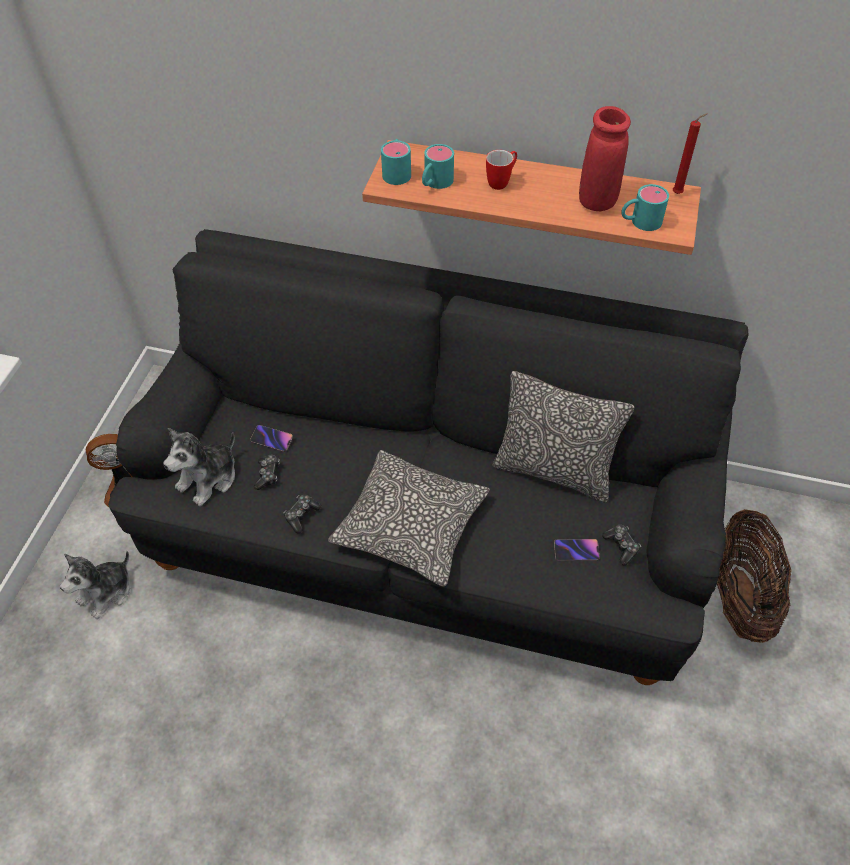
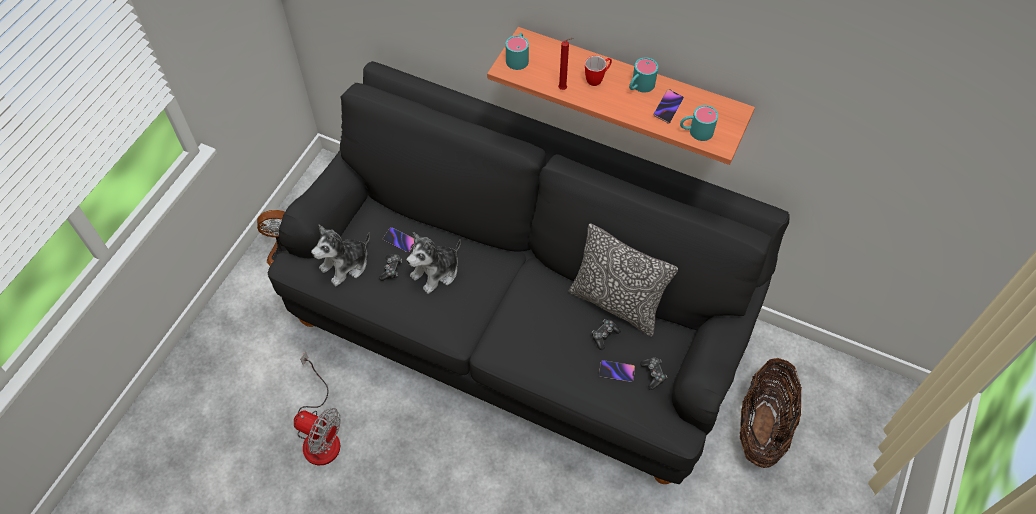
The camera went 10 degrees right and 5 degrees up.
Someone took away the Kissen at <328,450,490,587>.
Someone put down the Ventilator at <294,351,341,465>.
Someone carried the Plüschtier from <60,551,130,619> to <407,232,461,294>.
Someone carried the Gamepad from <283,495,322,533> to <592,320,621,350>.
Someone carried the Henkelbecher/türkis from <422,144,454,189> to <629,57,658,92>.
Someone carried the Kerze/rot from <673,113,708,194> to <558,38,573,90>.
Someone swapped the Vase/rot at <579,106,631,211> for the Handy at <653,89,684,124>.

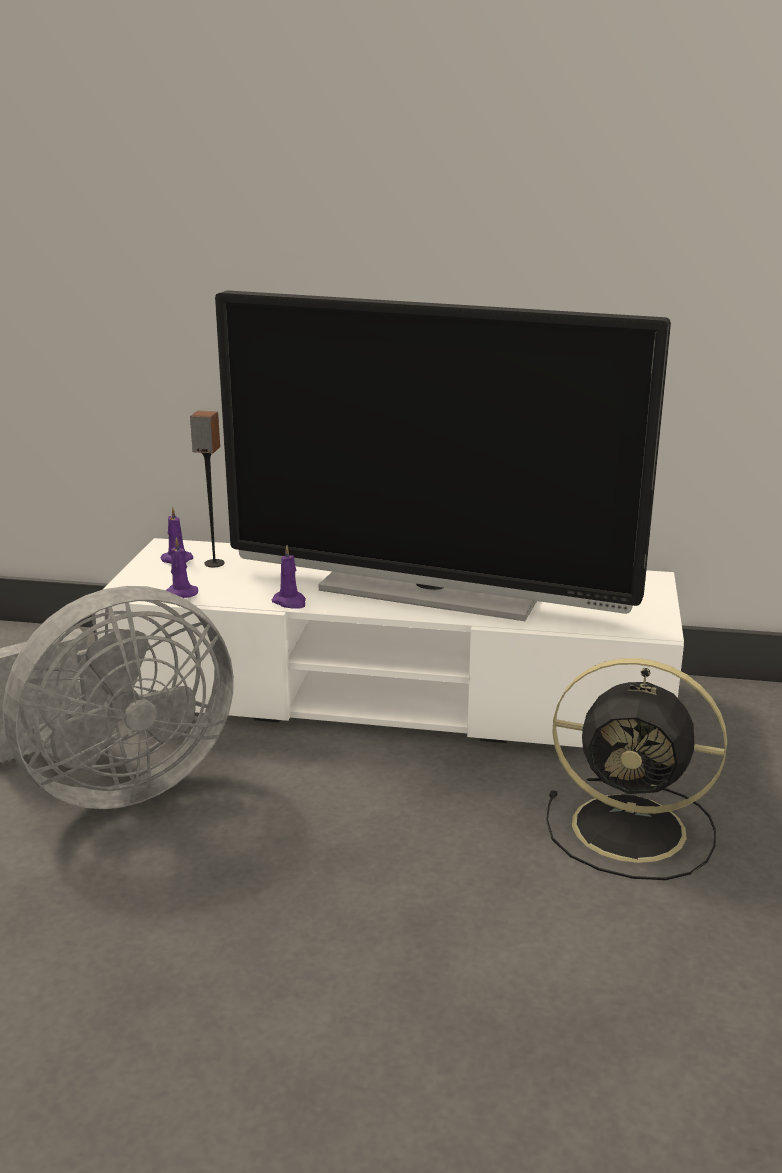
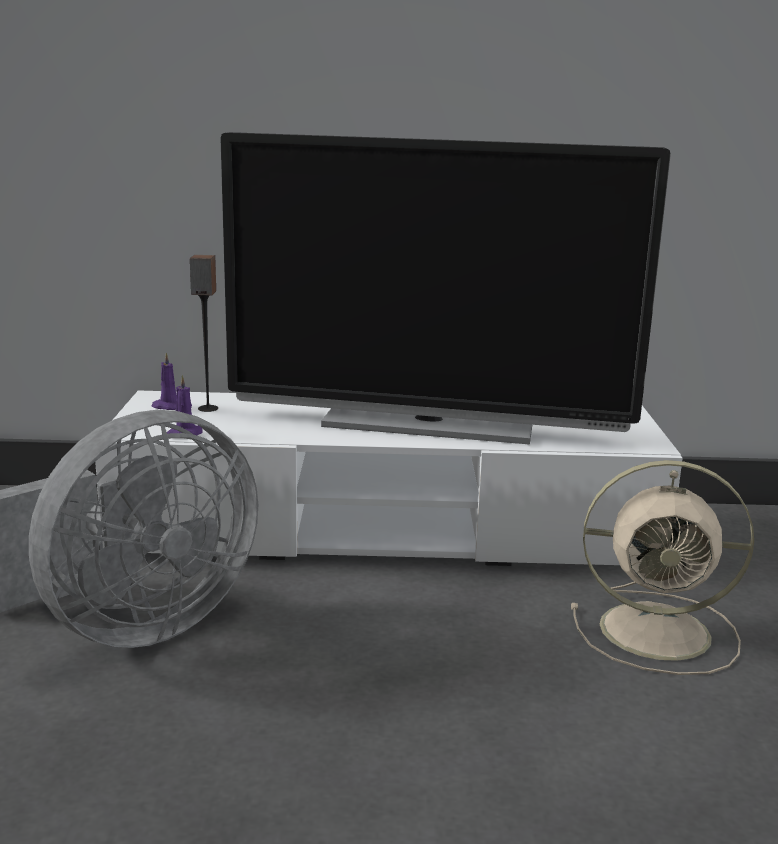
The camera went 10 degrees left and 5 degrees down.
Someone took away the Kerze/lila at <272,545,306,609>.
Someone repainted the Ventilator/schwarz at <546,658,727,880>, which became the Ventilator/beige at <571,460,754,675>.

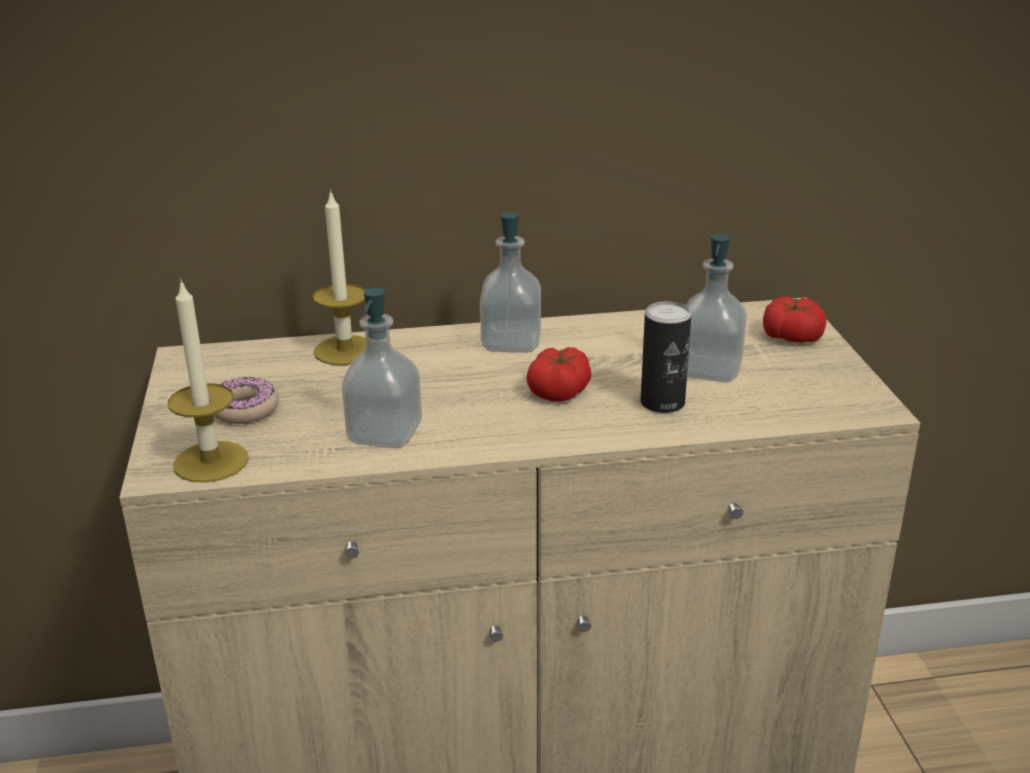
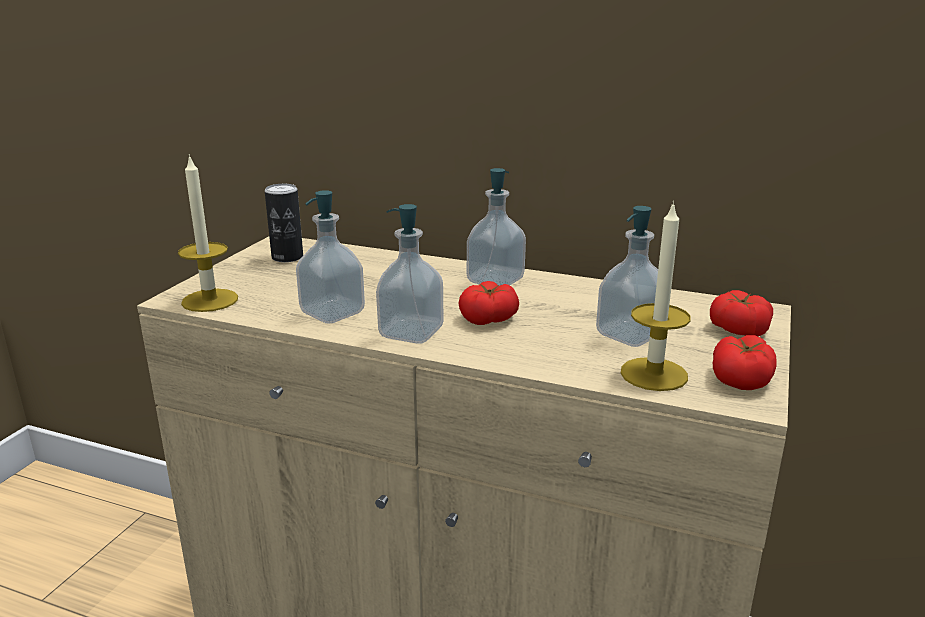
The camera went 30 degrees right and 5 degrees down.
Someone took away the Donut at <213,377,279,424>.
Someone put down the Seifenspender at <376,204,444,344>.
Someone put down the Tomate at <713,335,777,390>.
Someone carried the Kerze from <313,189,366,365> to <621,201,690,391>.
Someone carried the Dose from <640,301,691,413> to <265,184,303,262>.

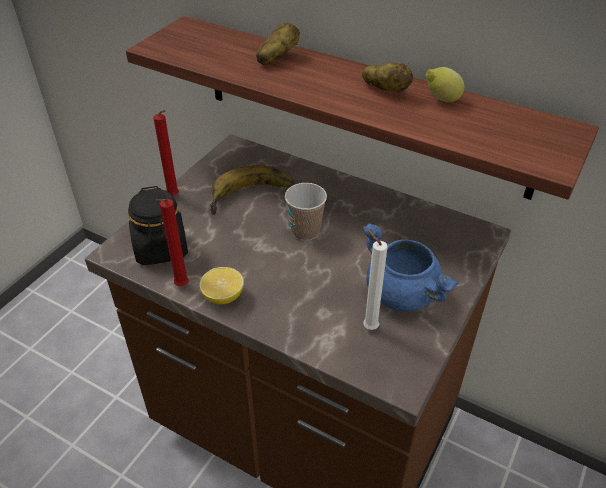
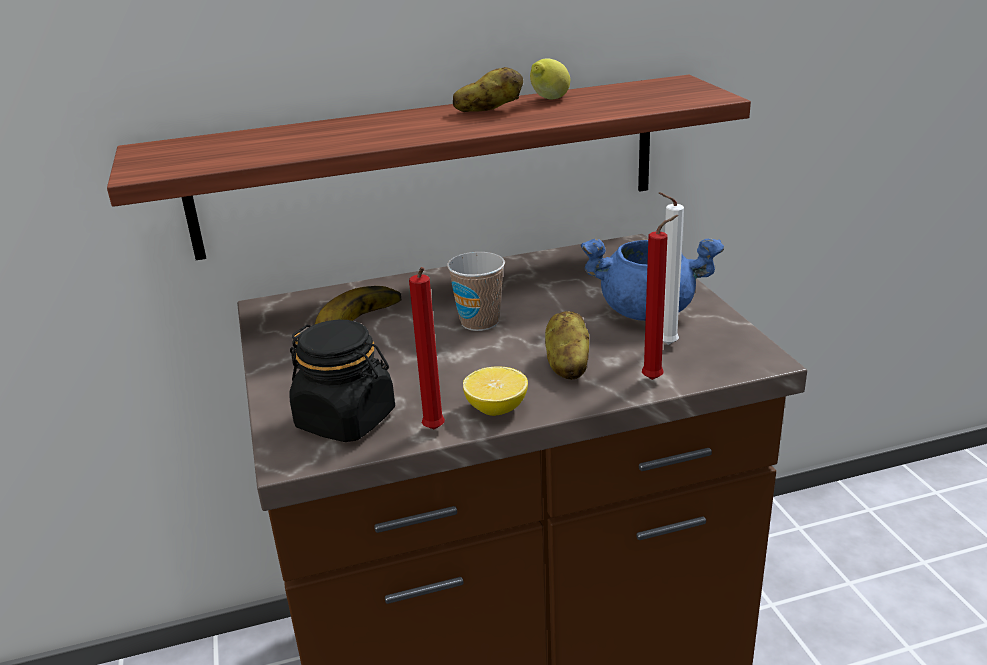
The camera went 45 degrees left and 15 degrees down.
Someone carried the Kerze/rot from <153,110,179,196> to <642,215,678,380>.
Someone carried the Kartoffel from <256,23,300,65> to <545,311,589,380>.

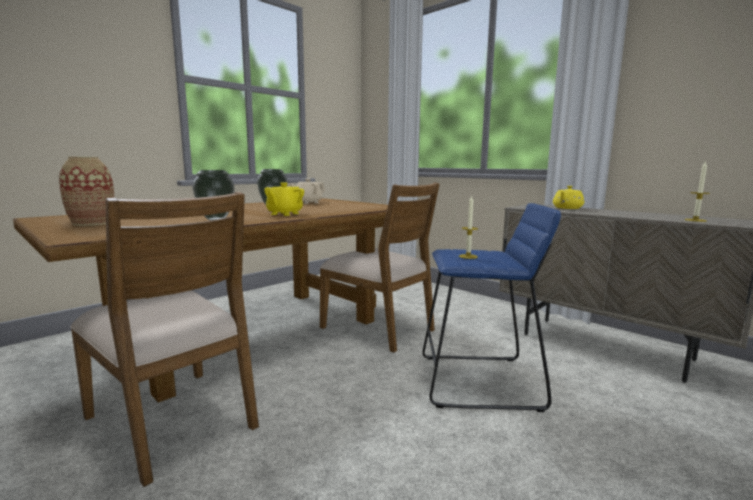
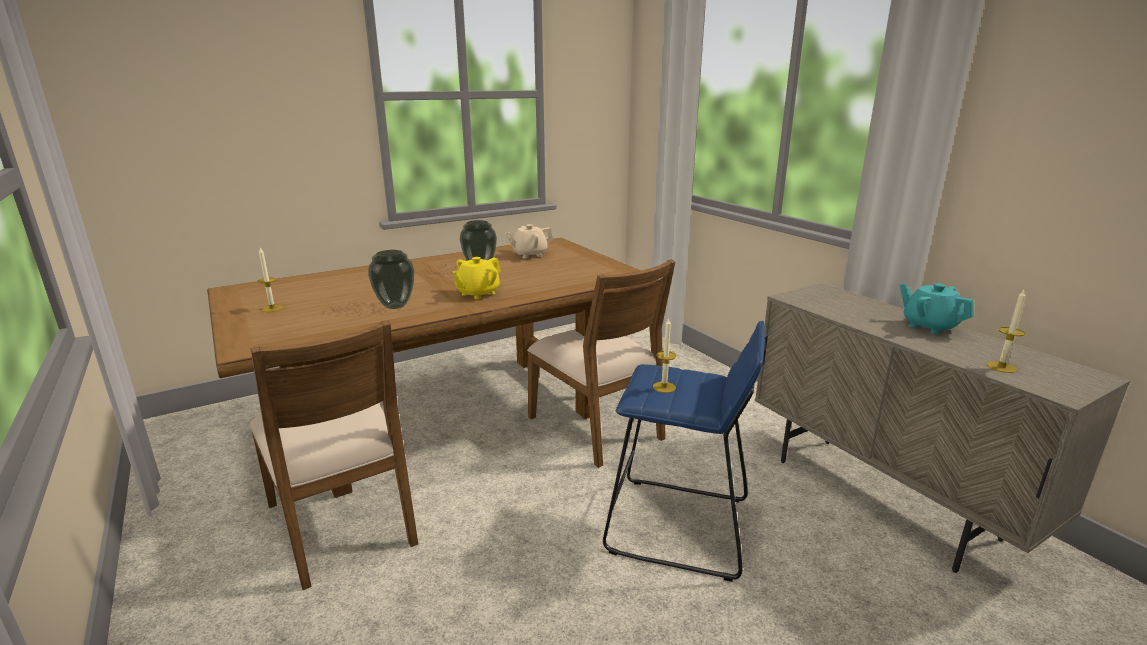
The camera went 15 degrees right and 10 degrees up.
Someone took away the Teekanne/gelb at <553,186,584,209>.
Someone put down the Teekanne/türkis at <900,283,974,335>.
Someone swapped the Vase at <59,156,114,226> for the Kerze at <257,248,283,312>.

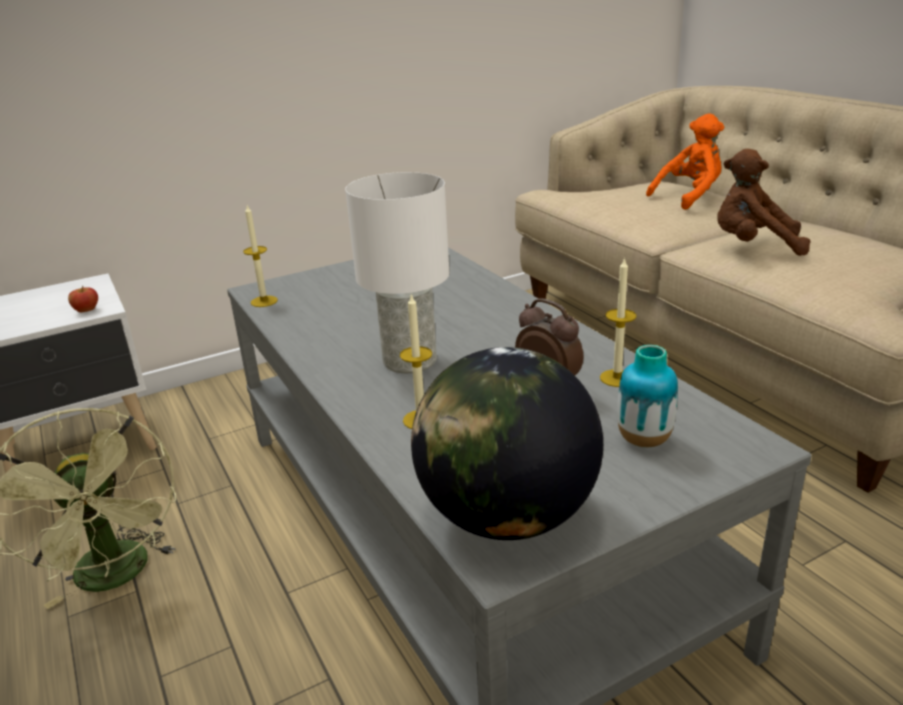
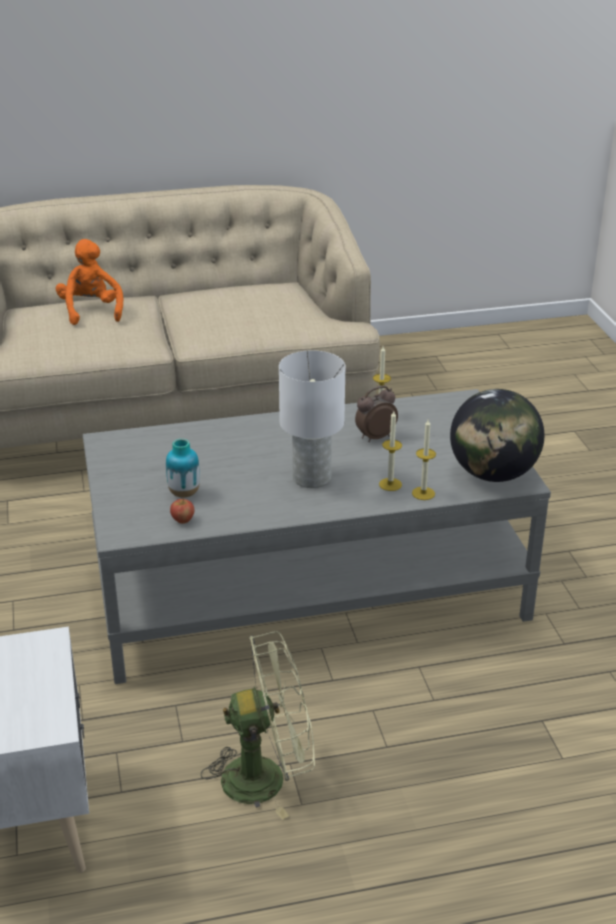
The camera went 75 degrees left and 5 degrees up.
Someone took away the Plüschtier/braun at <718,149,810,256>.
Someone carried the Apfel from <68,285,98,312> to <170,498,195,524>.
Someone carried the Kerze from <243,205,278,307> to <412,420,436,500>.
Someone carried the Vase from <617,345,678,447> to <166,439,200,498>.

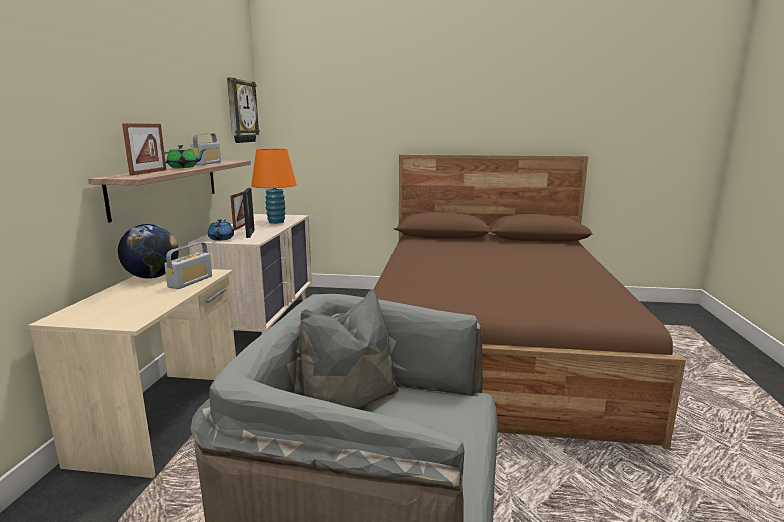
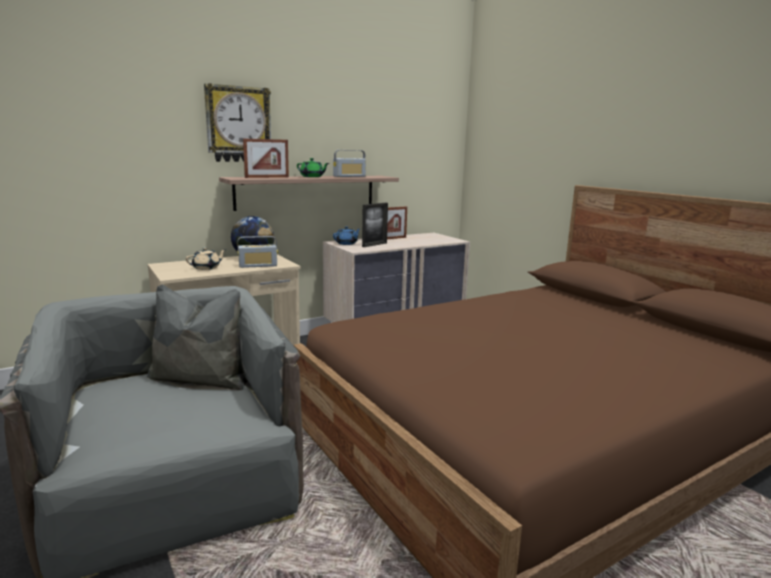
The camera went 50 degrees right and 0 degrees up.
Someone took away the Tischlampe/orange at <251,149,297,224>.
Someone put down the Teekanne/beige at <186,247,226,270>.
Someone carried the Wanduhr from <227,78,260,143> to <204,83,271,162>.

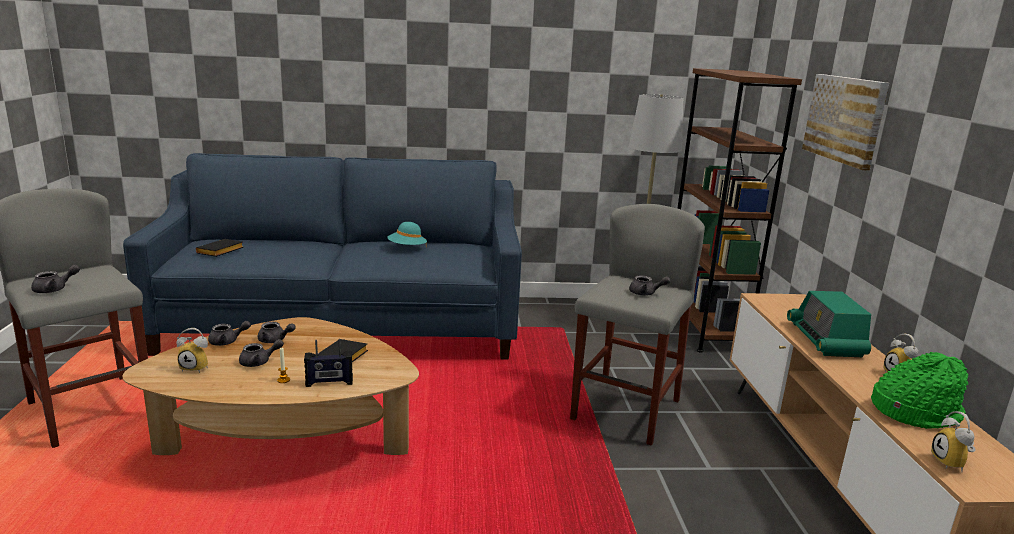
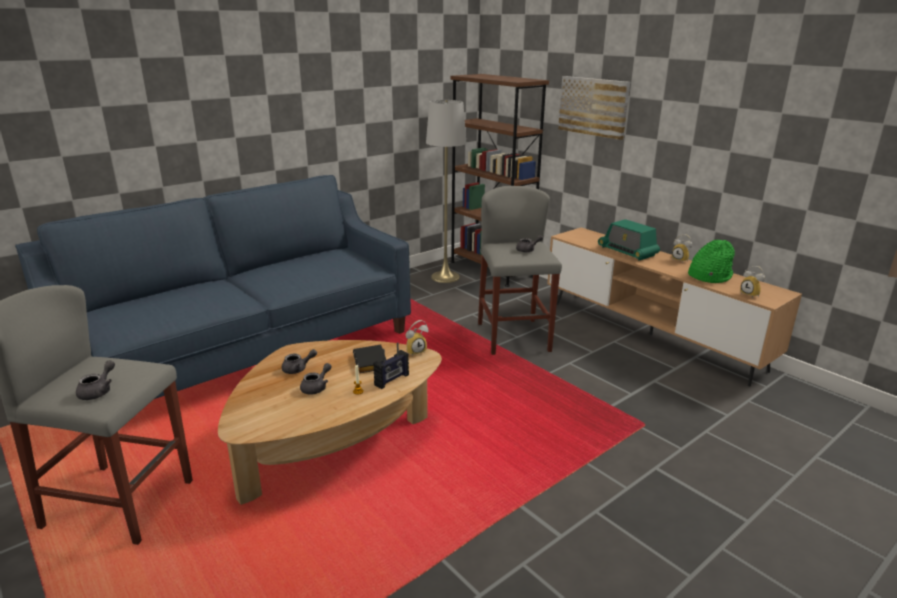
The camera went 35 degrees left and 5 degrees up.
Someone took away the Buch/schwarz at <196,239,244,257>.
Someone took away the Teekanne/grau at <208,321,251,346>.
Someone took away the Hut/türkis at <387,222,427,247>.
Someone carried the Wecker from <176,328,208,373> to <406,320,428,356>.

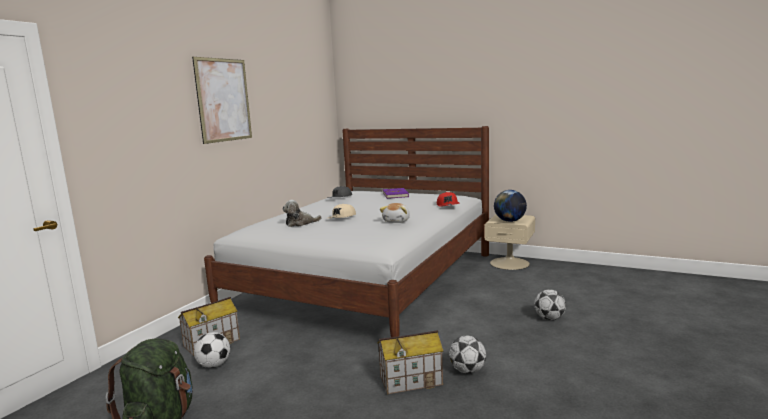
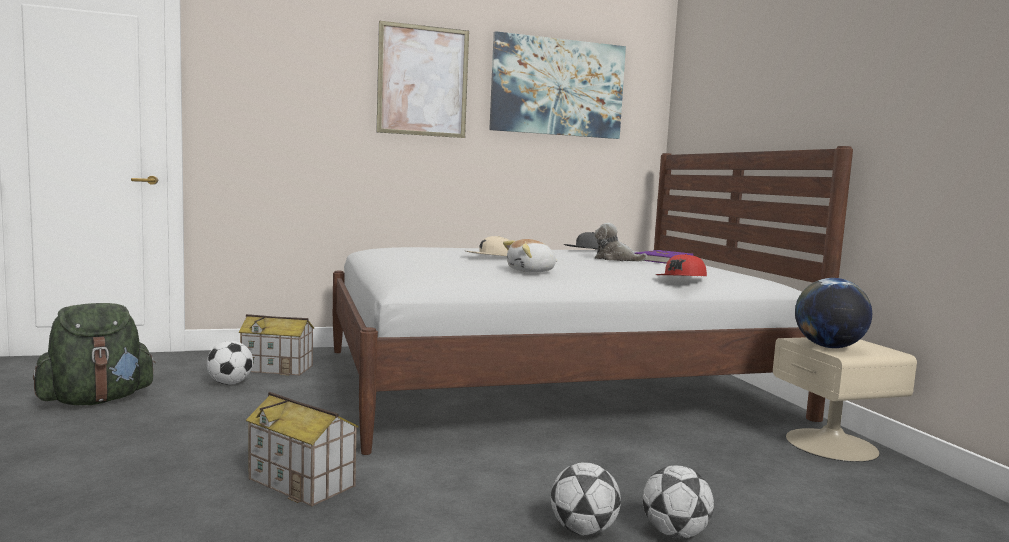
The camera went 45 degrees right and 5 degrees down.
Someone put up the Bild at <489,31,626,139>.
Someone carried the Plüschtier from <282,200,322,227> to <594,223,647,261>.
Someone carried the Fußball from <449,336,486,374> to <551,462,621,536>.

